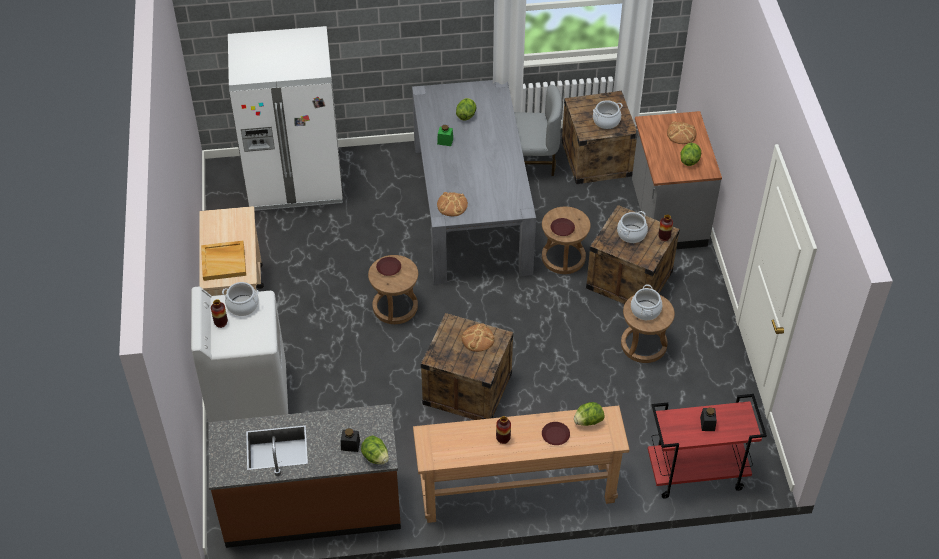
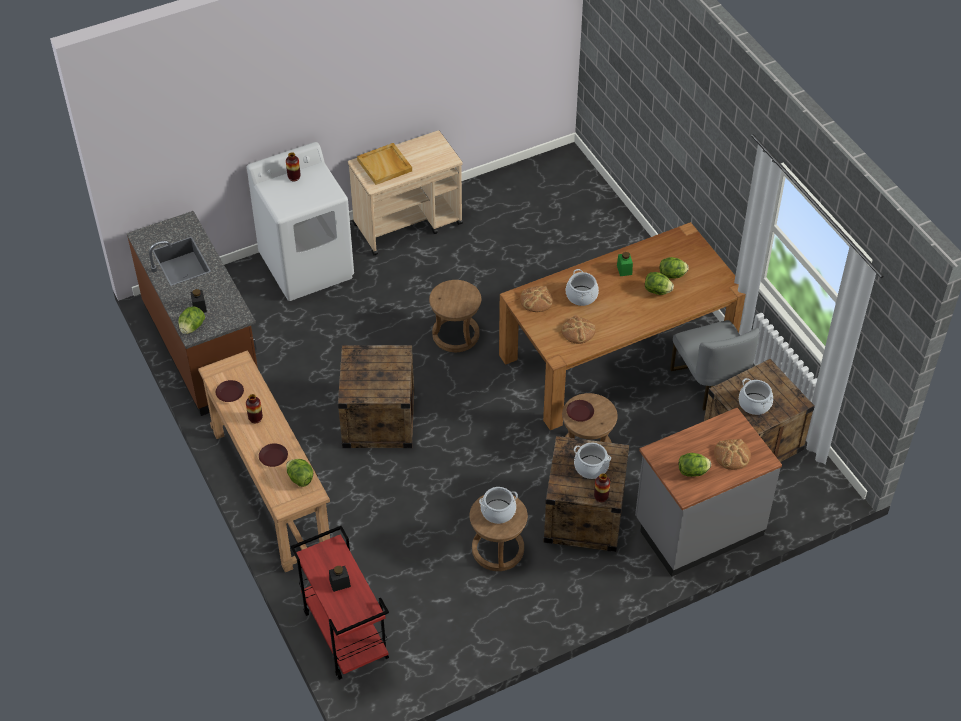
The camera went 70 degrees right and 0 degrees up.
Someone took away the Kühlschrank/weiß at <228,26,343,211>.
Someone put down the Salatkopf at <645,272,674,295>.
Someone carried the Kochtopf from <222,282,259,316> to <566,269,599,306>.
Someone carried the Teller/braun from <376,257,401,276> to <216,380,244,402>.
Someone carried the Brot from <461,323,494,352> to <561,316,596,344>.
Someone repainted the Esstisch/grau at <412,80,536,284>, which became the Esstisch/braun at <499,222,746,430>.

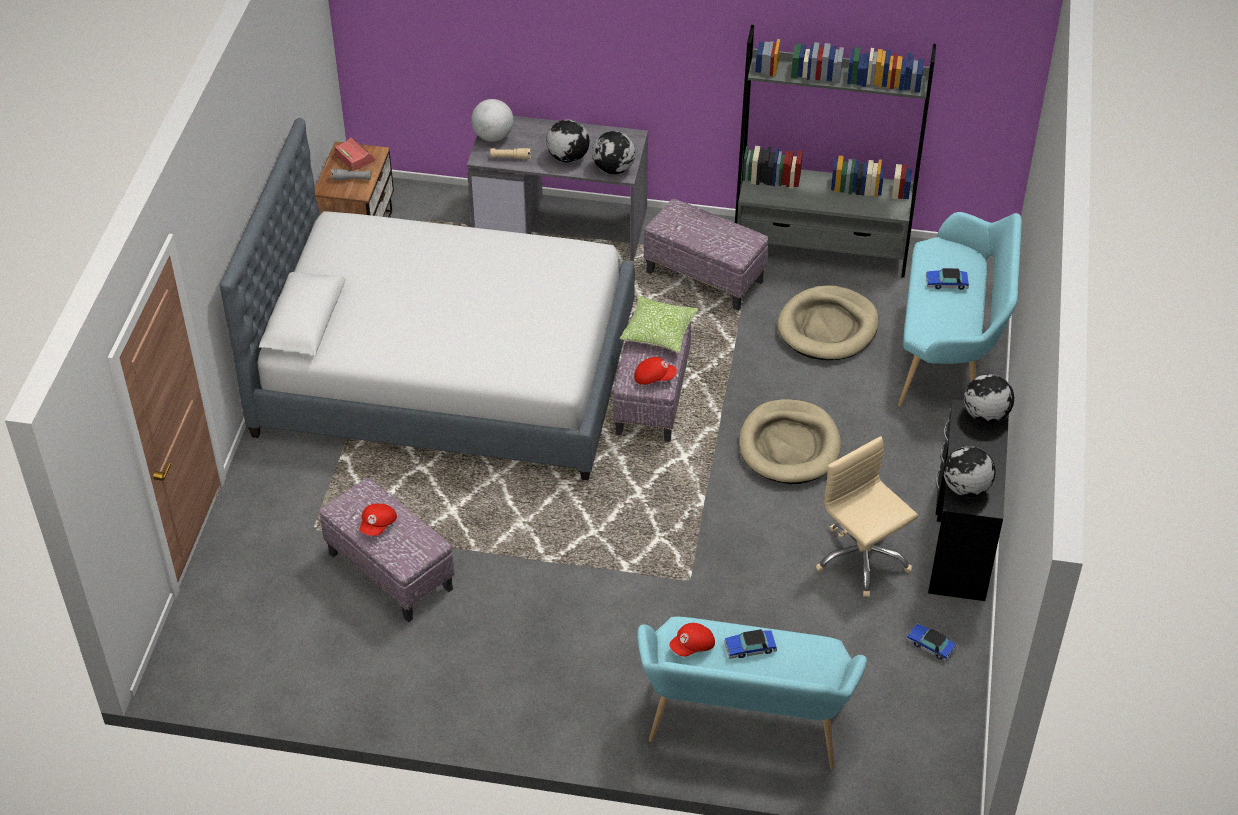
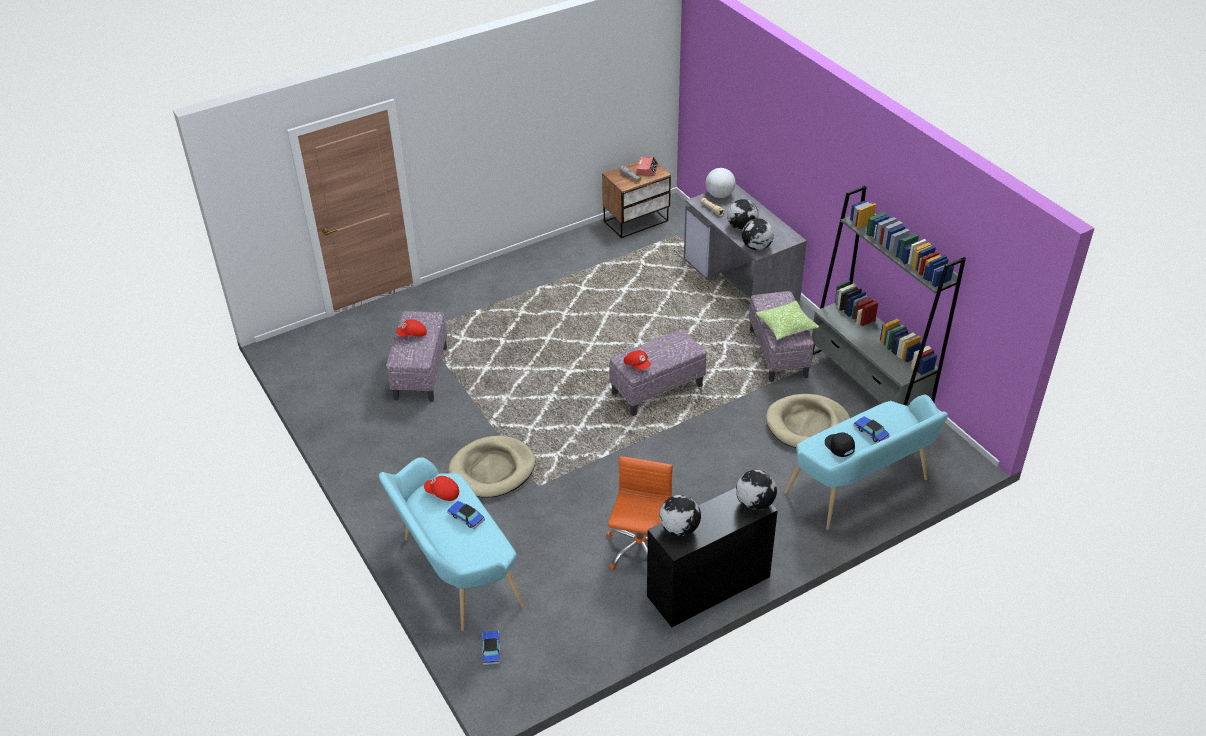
The camera went 50 degrees right and 5 degrees down.
Someone took away the Bett at <220,118,635,481>.
Someone put down the Kappe/schwarz at <825,432,855,457>.
Someone carried the Kissen from <620,296,698,353> to <756,301,819,340>.
Someone carried the Hundebett/beige from <739,399,841,484> to <448,436,535,498>.
Someone carried the Spielzeugauto from <906,624,957,662> to <482,631,500,665>.
Someone repainted the Bürostuhl/beige at <816,436,918,597>, which became the Bürostuhl/orange at <606,456,673,570>.

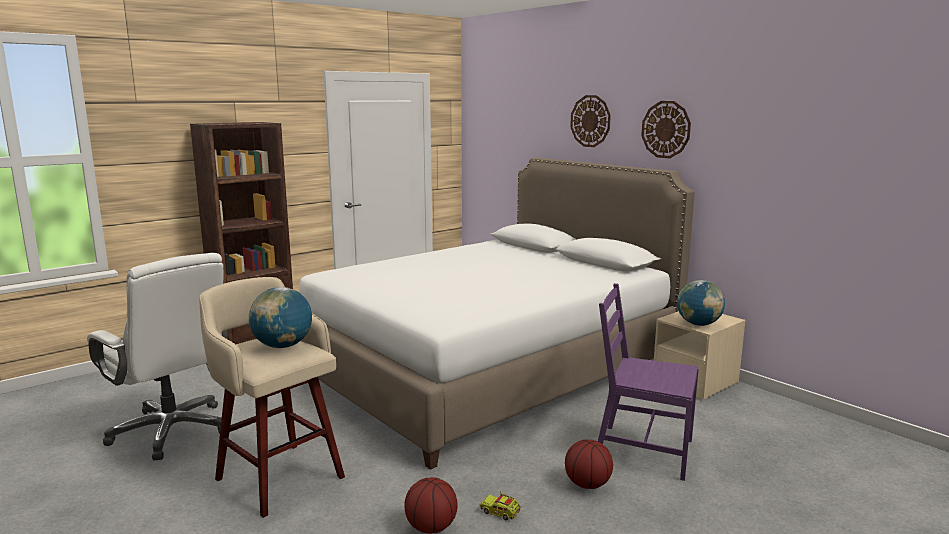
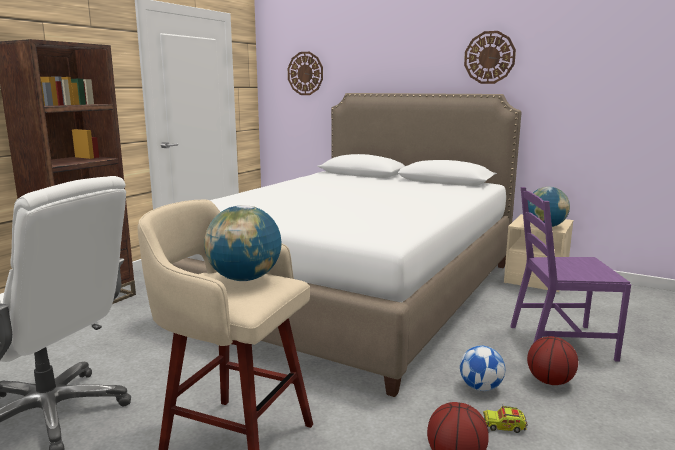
The camera went 20 degrees left and 0 degrees up.
Someone put down the Fußball at <460,346,505,391>.
Someone carried the Wanduhr from <570,95,611,147> to <288,52,323,95>.

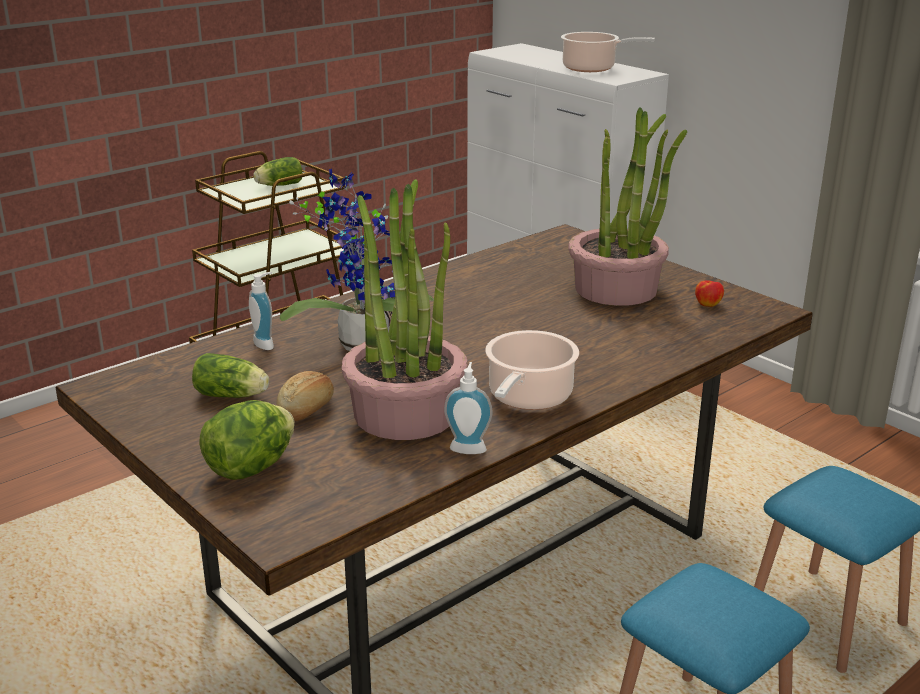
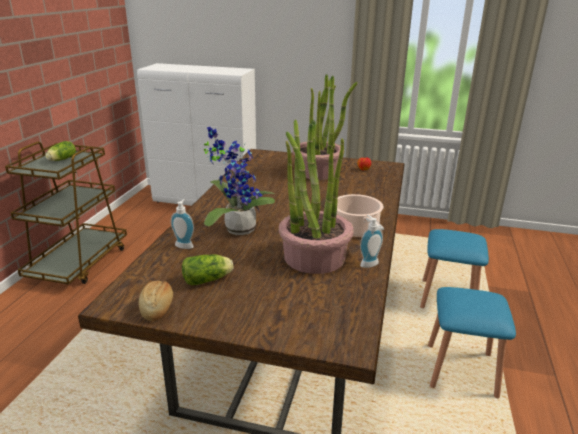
The camera went 35 degrees left and 0 degrees up.
Someone took away the Salatkopf at <199,400,295,480>.
Someone took away the Kochtopf at <561,32,655,72>.
Someone carried the Brot from <276,371,334,422> to <139,281,173,321>.

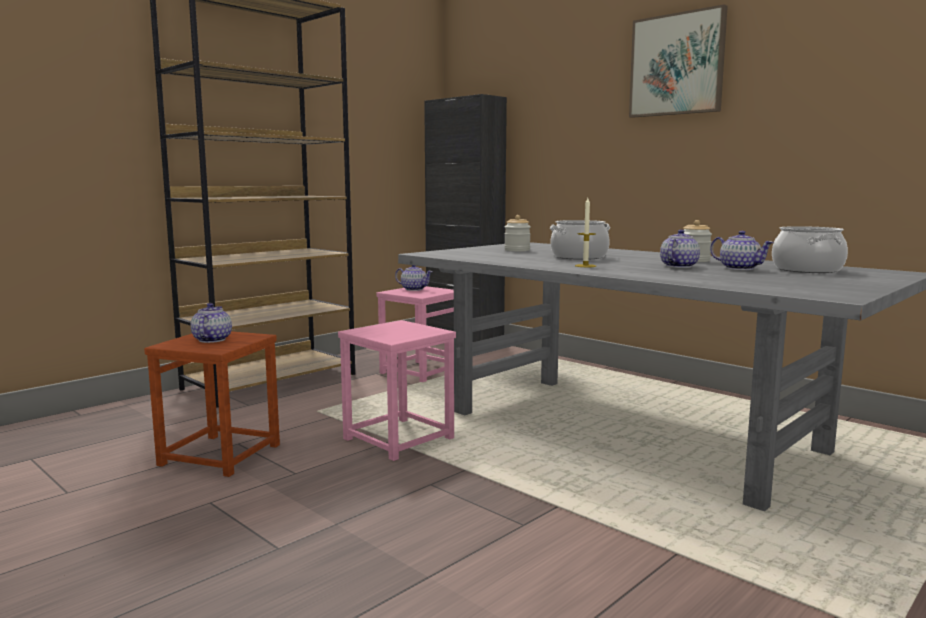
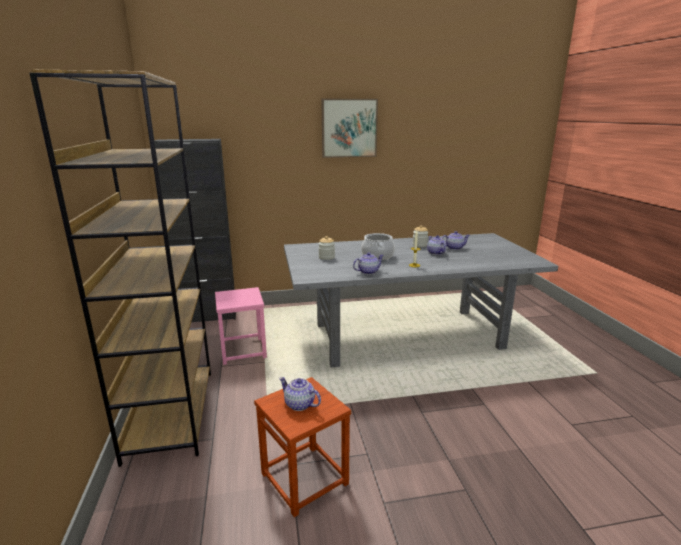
The camera went 55 degrees left and 10 degrees up.
Someone took away the Hocker/rosa at <338,320,456,461>.
Someone took away the Kochtopf at <772,226,848,273>.
Someone carried the Teekanne from <395,265,433,291> to <353,252,384,275>.

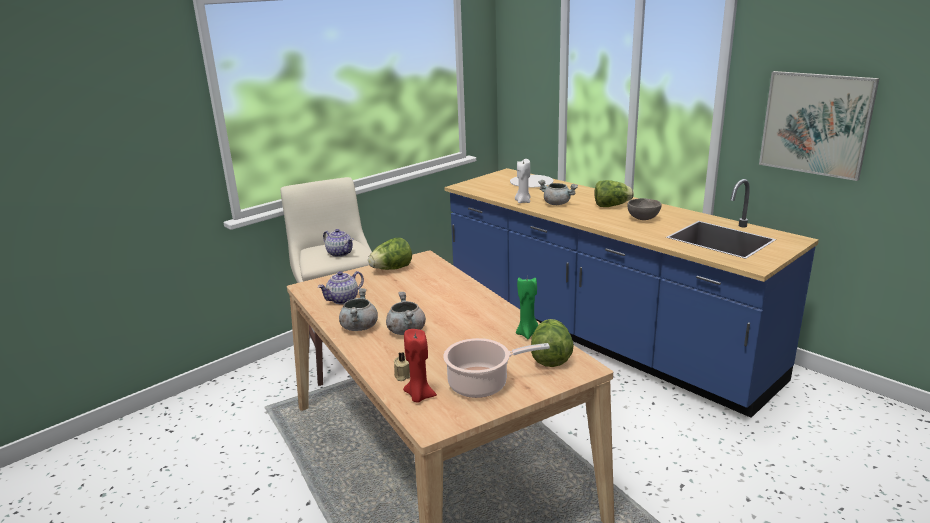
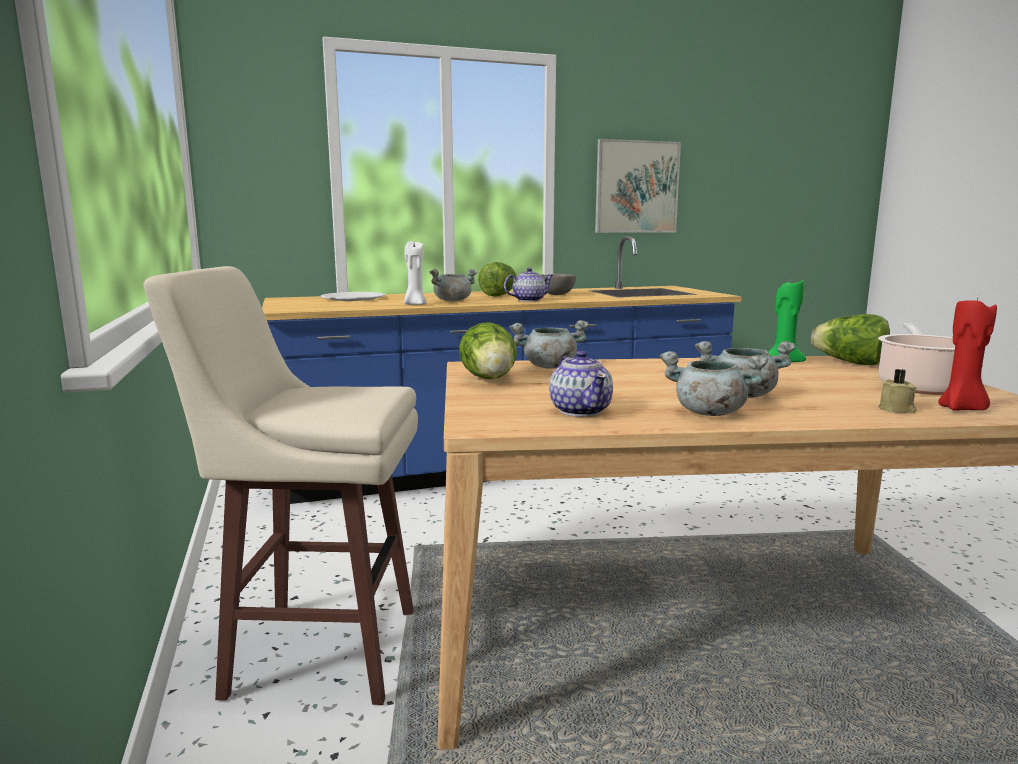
The camera went 65 degrees left and 10 degrees down.
Someone put down the Kochtopf/grau at <510,320,589,369>.
Someone carried the Teekanne from <323,229,354,257> to <504,268,554,302>.

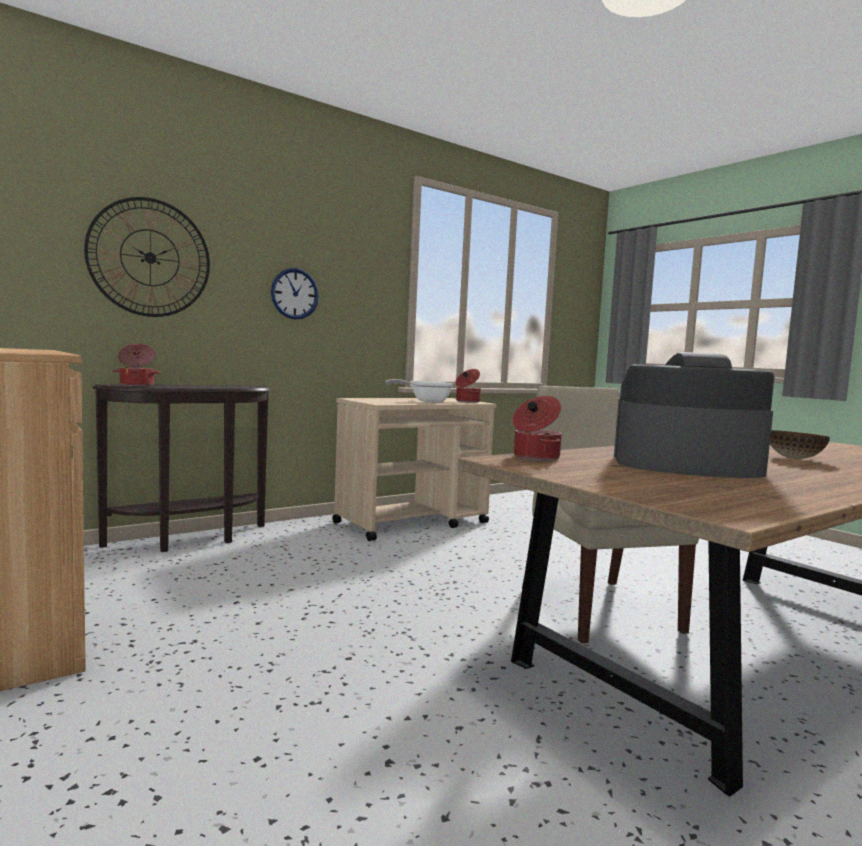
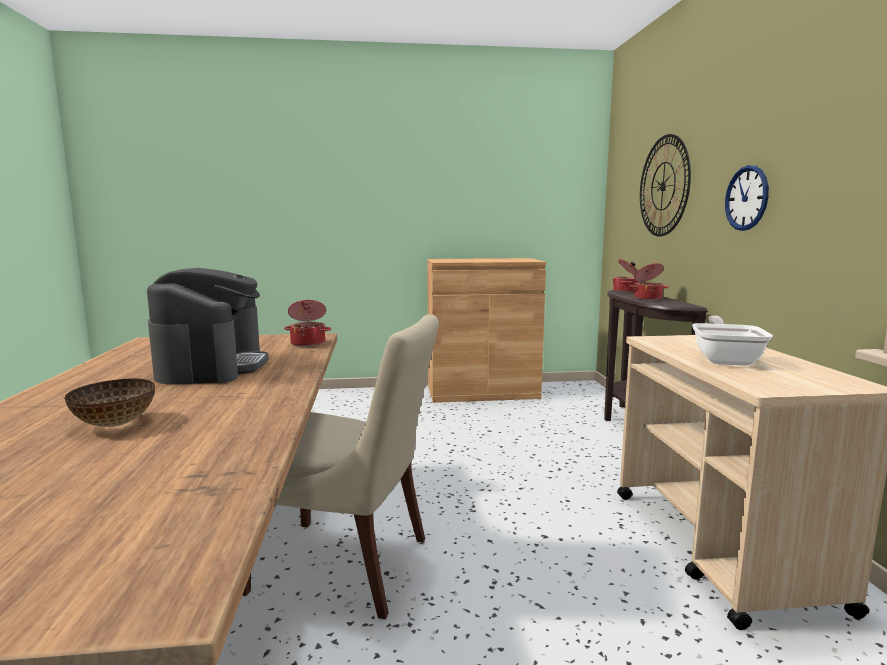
The camera went 120 degrees right and 5 degrees up.
Someone carried the Kochtopf from <455,369,481,403> to <629,263,669,300>.
Someone rotated the Kaffeemaschine at <614,352,774,478> by 45 degrees counterclockwise.

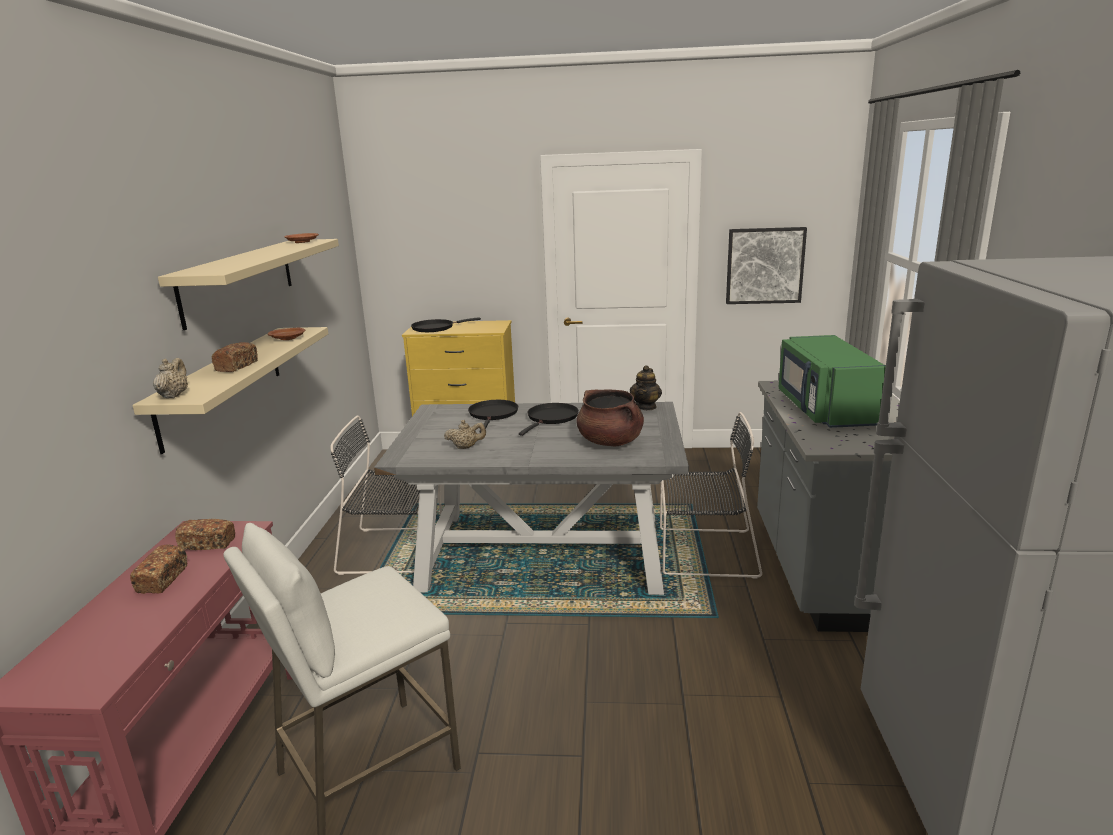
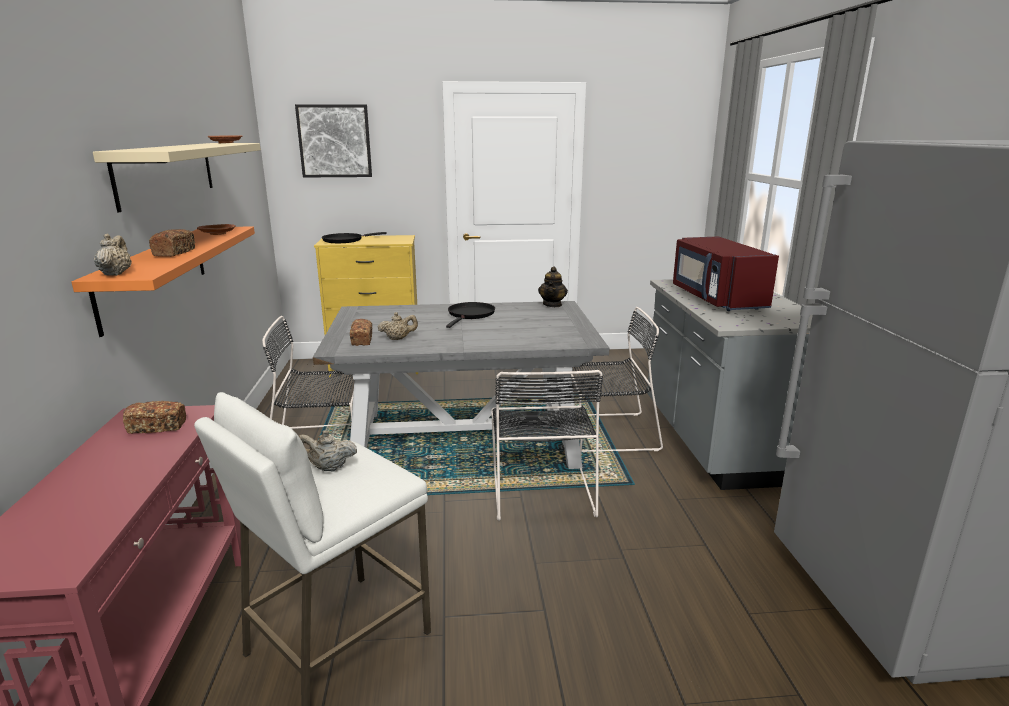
The camera went 10 degrees left and 0 degrees up.
Someone took away the Pfanne/schwarz at <468,400,518,433>.
Someone took away the Kochtopf/braun at <576,389,644,447>.
Someone put down the Teekanne/beige at <299,430,357,472>.
Someone put down the Stuhl/schwarz at <491,370,603,521>.
Someone carried the Brot from <130,544,187,594> to <350,319,372,346>.
Someone carried the Bild from <726,227,807,304> to <295,104,372,177>.
Someone repainted the Wandregal/beige at <132,327,328,454>, which became the Wandregal/orange at <72,226,255,337>.
Someone repainted the Mikrowelle/grün at <779,335,886,428>, which became the Mikrowelle/rot at <673,236,779,311>.

